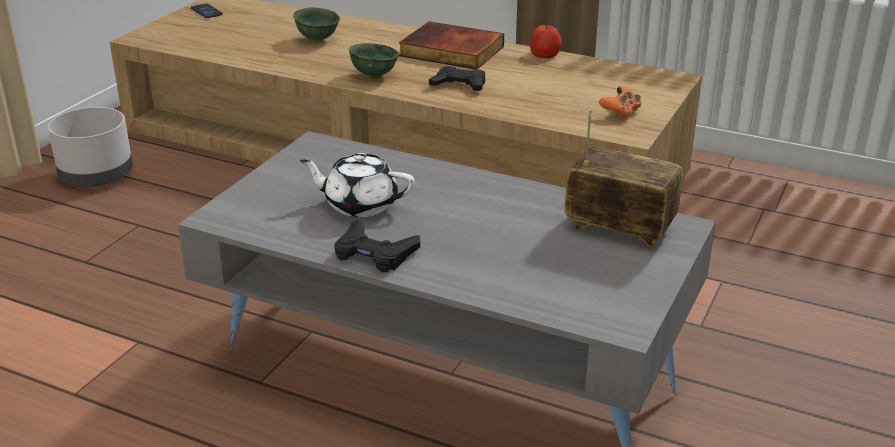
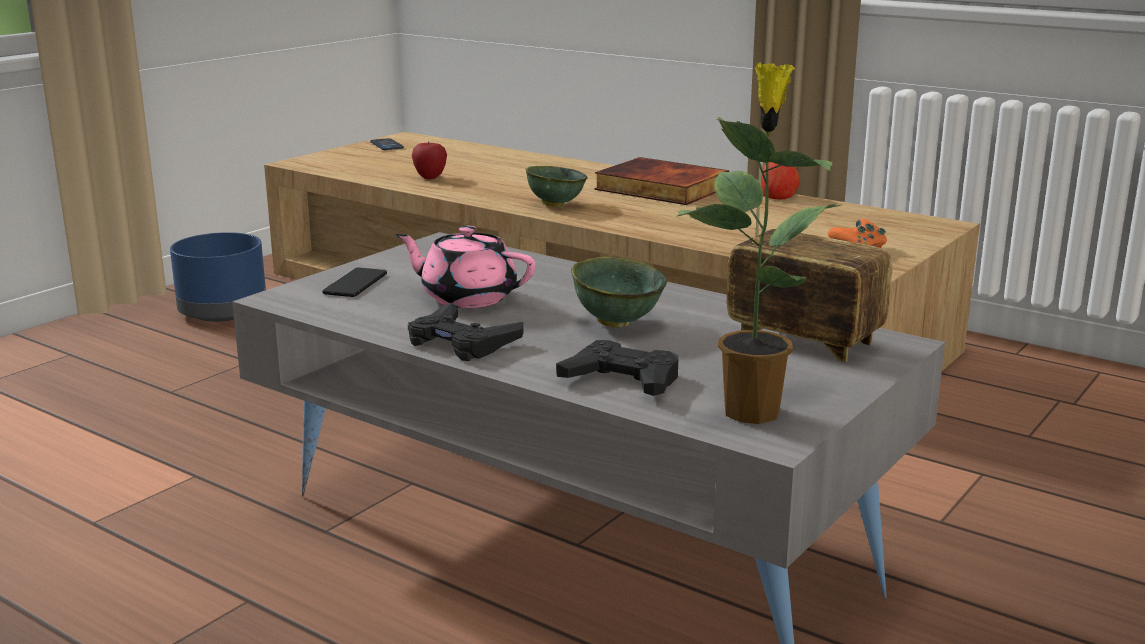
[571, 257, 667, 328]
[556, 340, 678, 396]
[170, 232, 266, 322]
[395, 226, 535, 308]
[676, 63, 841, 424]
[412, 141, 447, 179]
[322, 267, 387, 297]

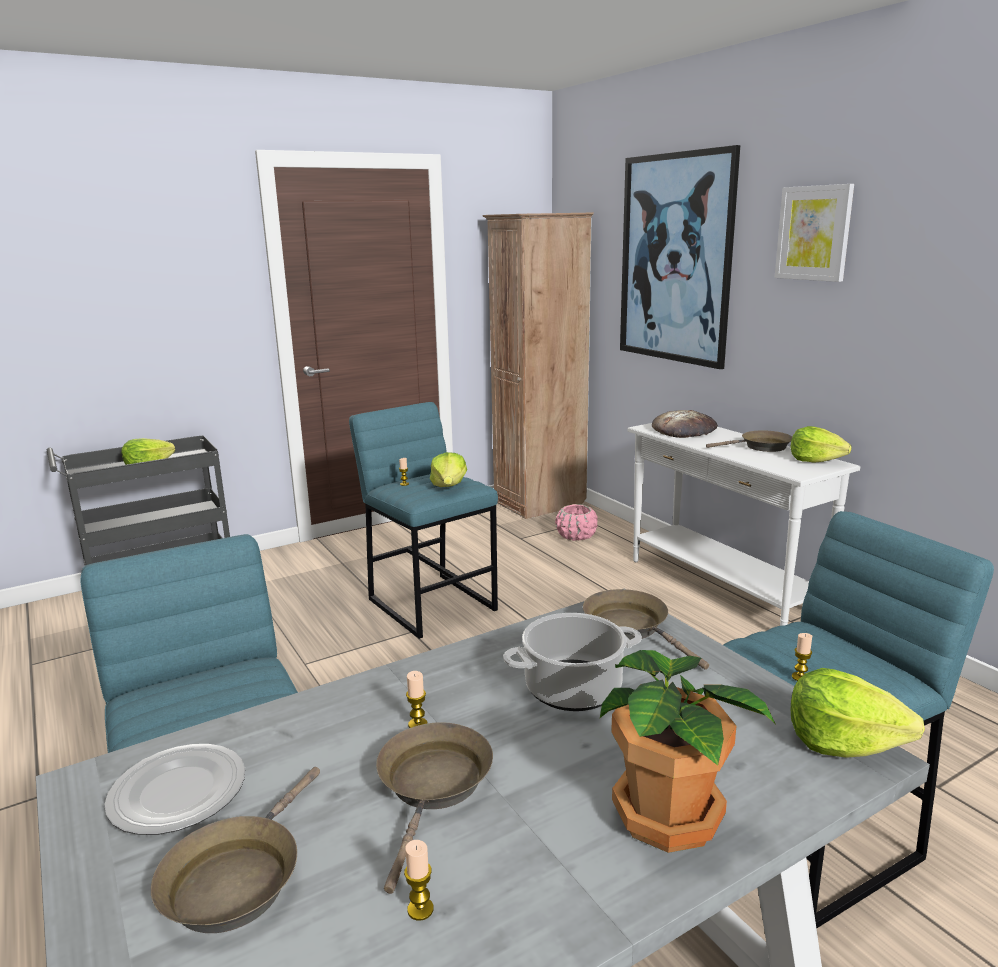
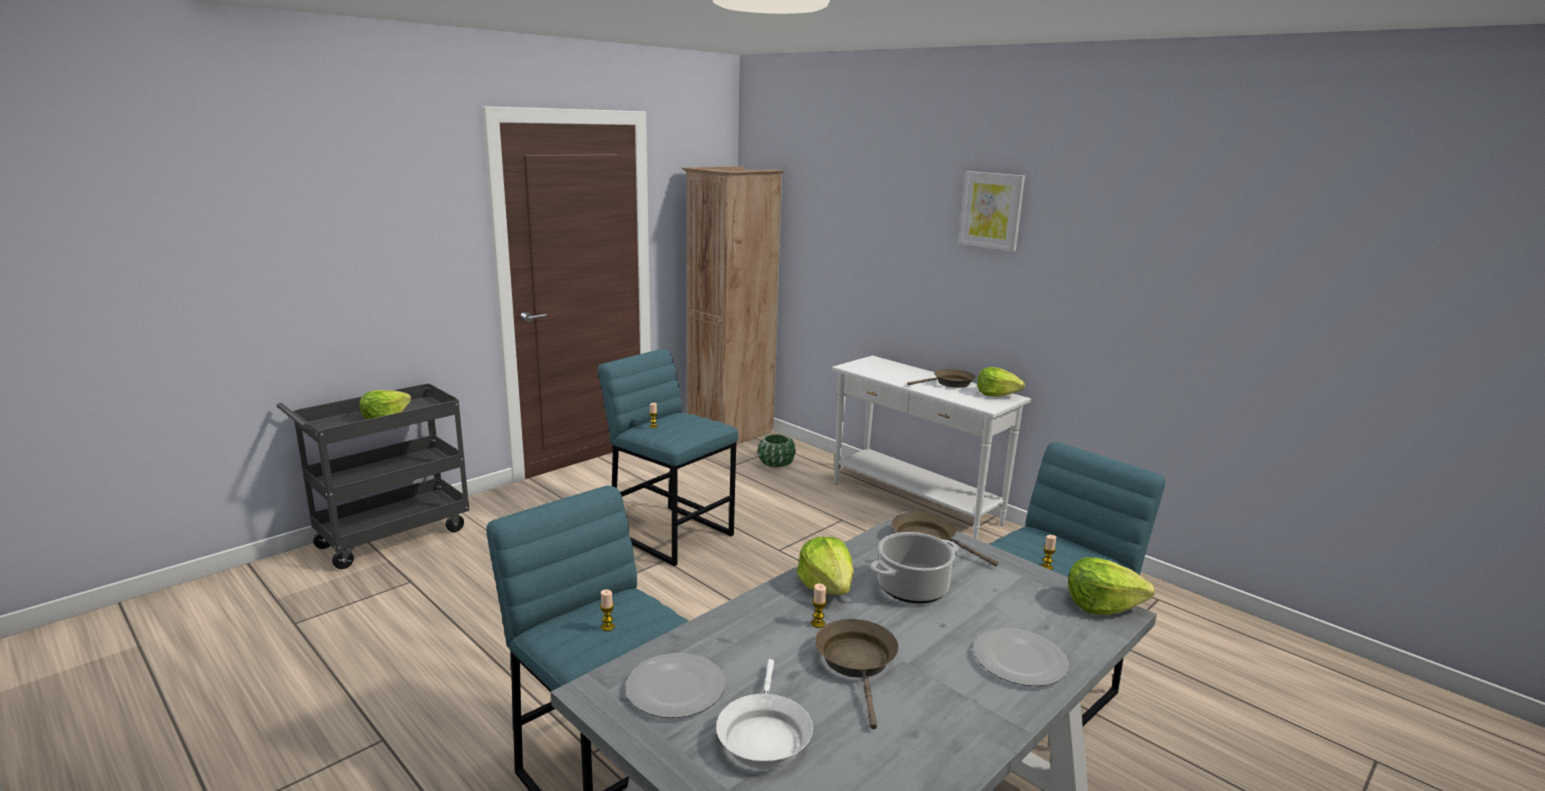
[620, 145, 740, 369] (first image)
[652, 410, 718, 438] (first image)
[797, 537, 854, 595]
[757, 434, 796, 467]
[973, 628, 1069, 686]
[716, 659, 813, 769]
[600, 589, 615, 631]

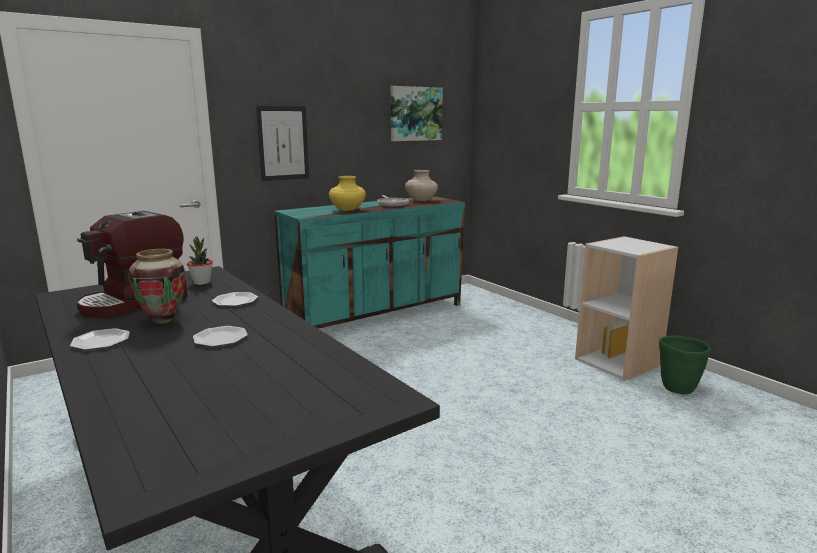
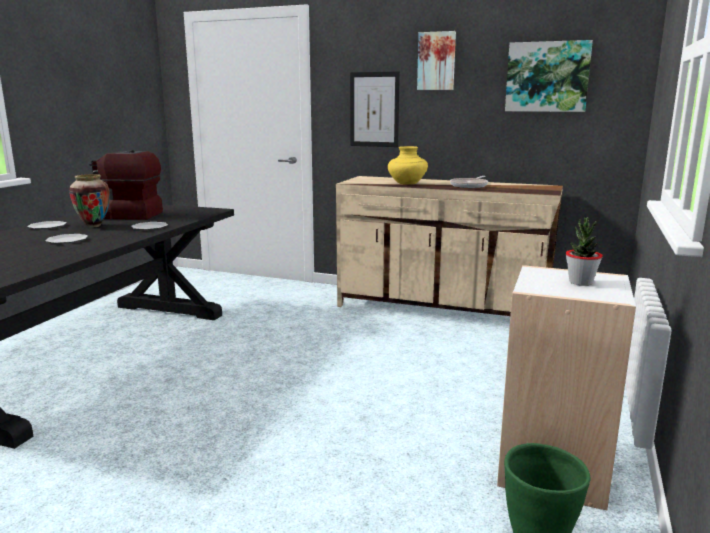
[405, 170, 438, 201] (first image)
[336, 176, 563, 316]
[566, 217, 603, 286]
[417, 31, 456, 90]

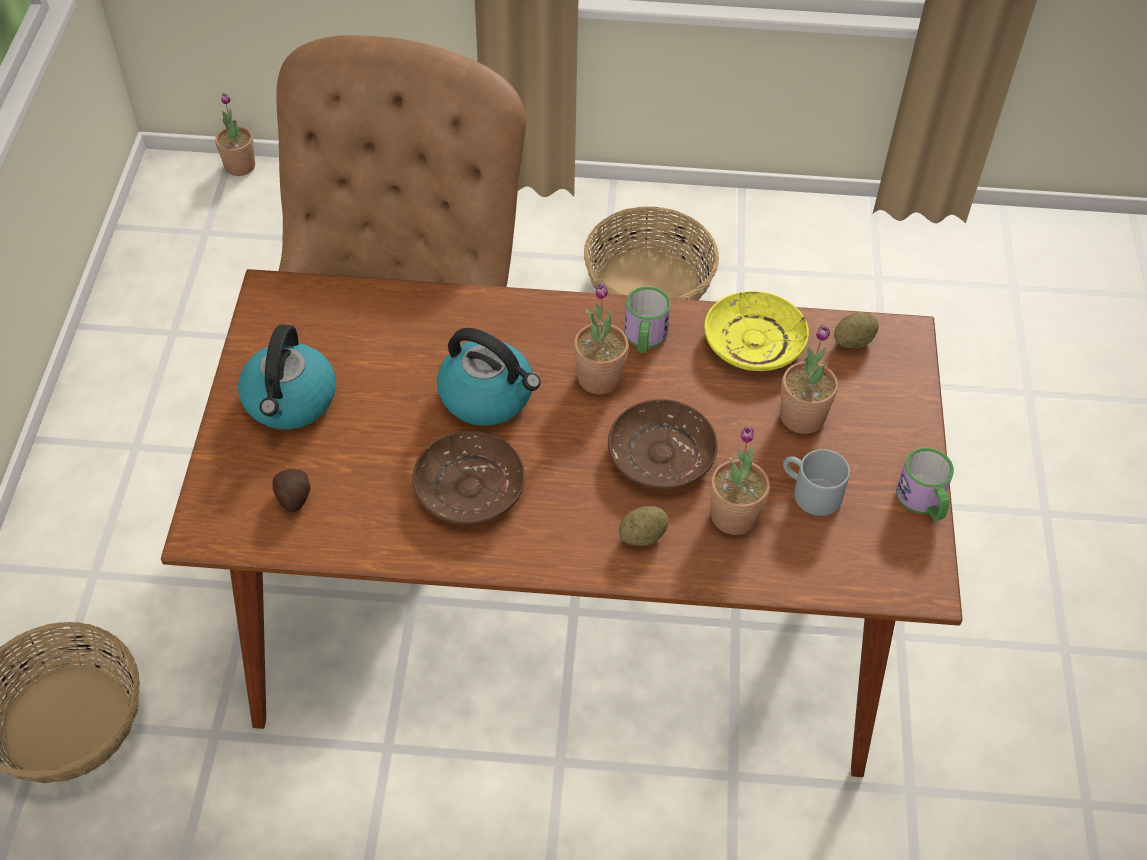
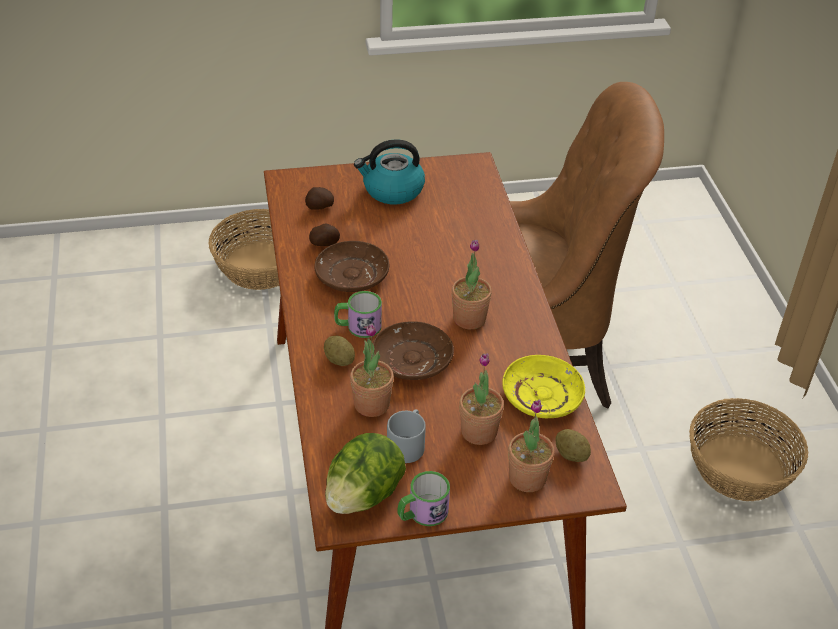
[508, 400, 555, 492]
[334, 291, 382, 338]
[437, 328, 541, 426] (first image)
[309, 223, 340, 246]
[325, 433, 406, 514]

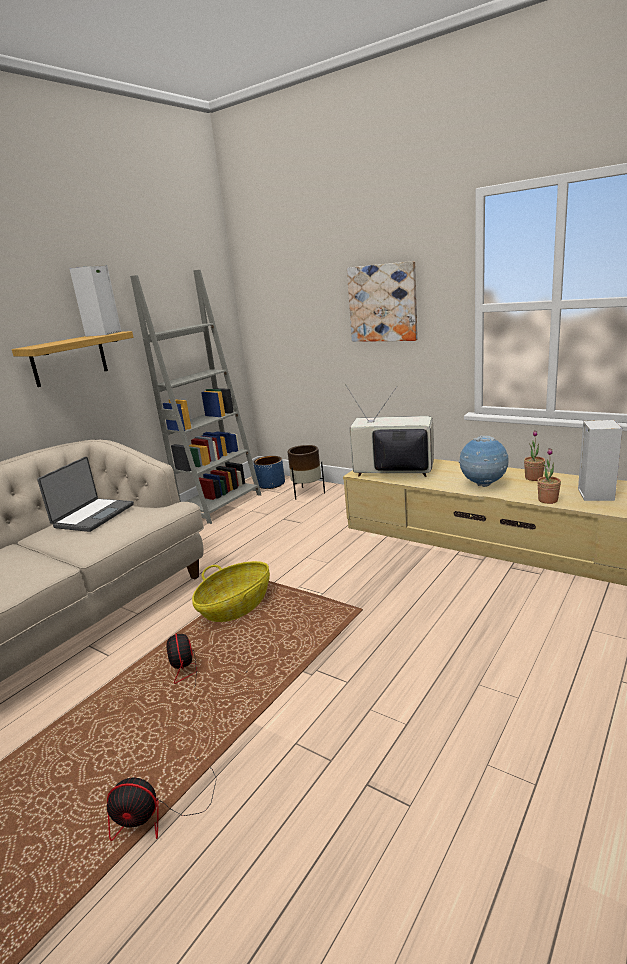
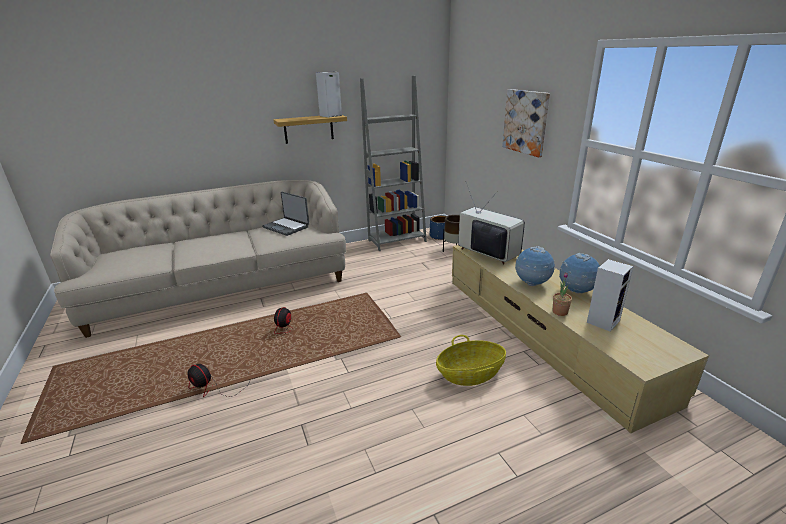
[559, 253, 600, 294]
[262, 192, 309, 236]
[436, 335, 506, 386]

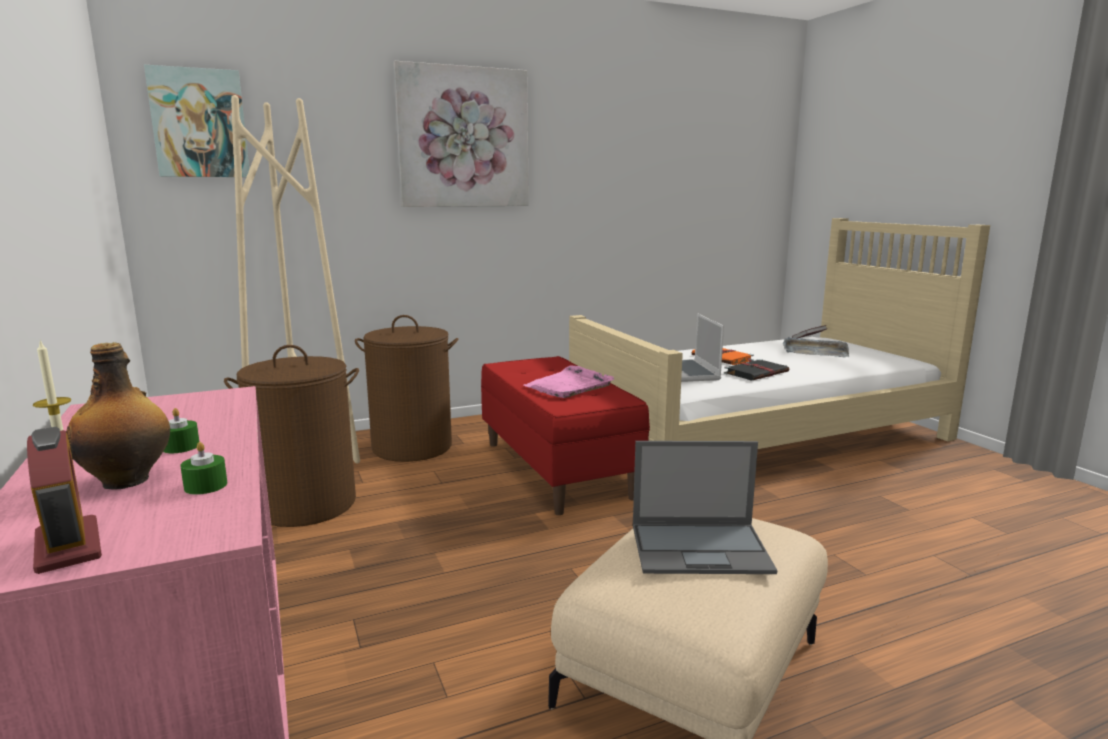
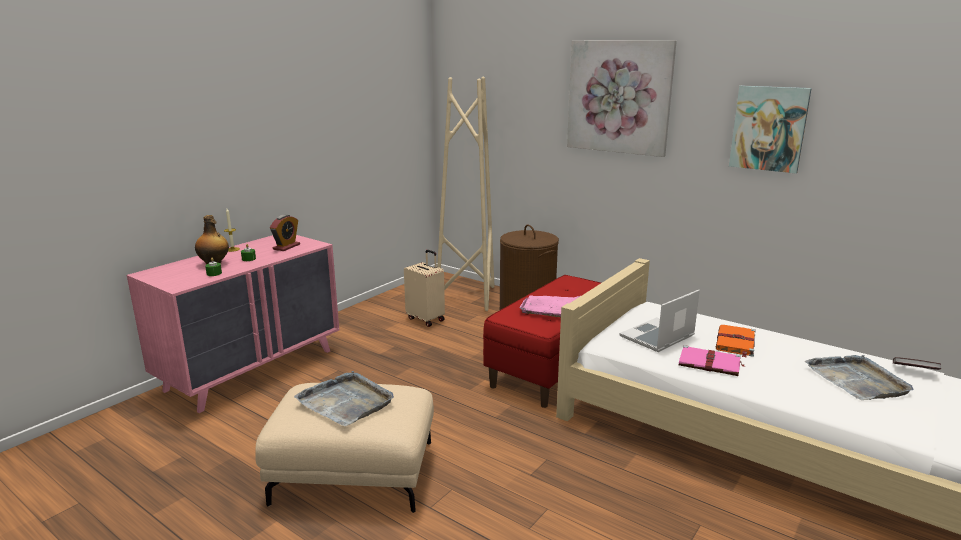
[729, 86, 812, 174]
[404, 250, 445, 327]
[679, 345, 745, 376]
[270, 215, 300, 251]
[294, 371, 394, 426]

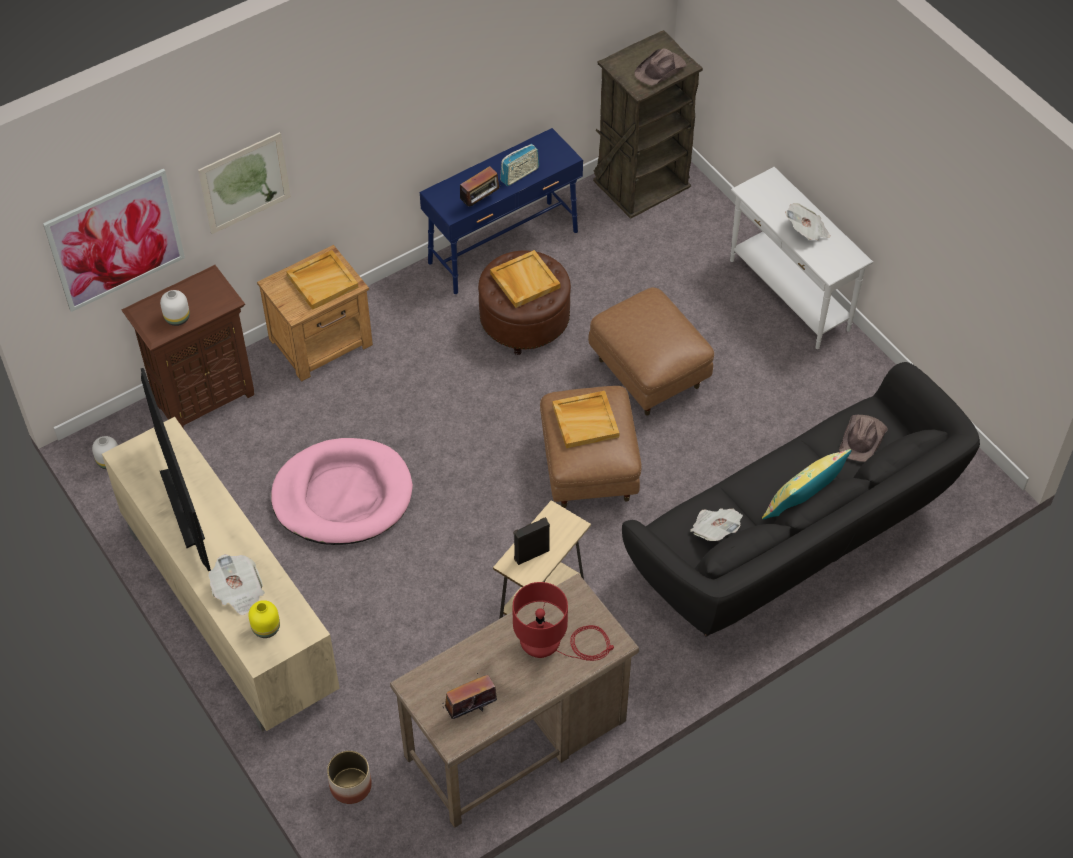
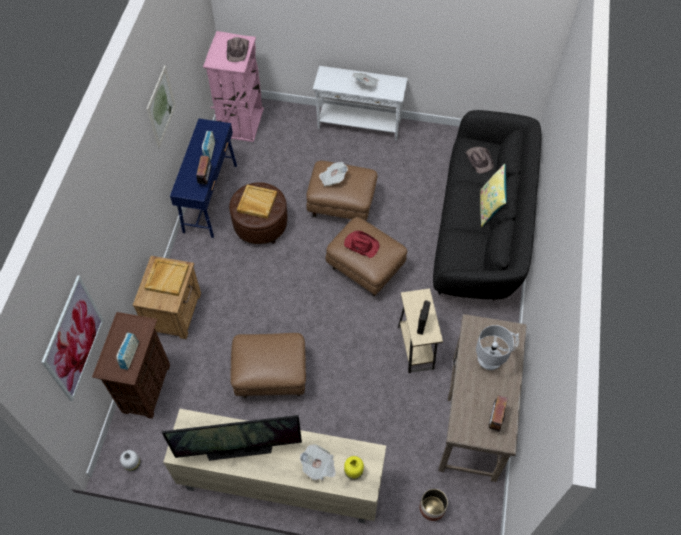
[203, 31, 264, 142]
[147, 65, 176, 148]
[116, 333, 139, 370]
[162, 415, 302, 461]
[344, 231, 380, 258]
[230, 333, 306, 398]
[319, 162, 348, 187]
[476, 325, 519, 370]

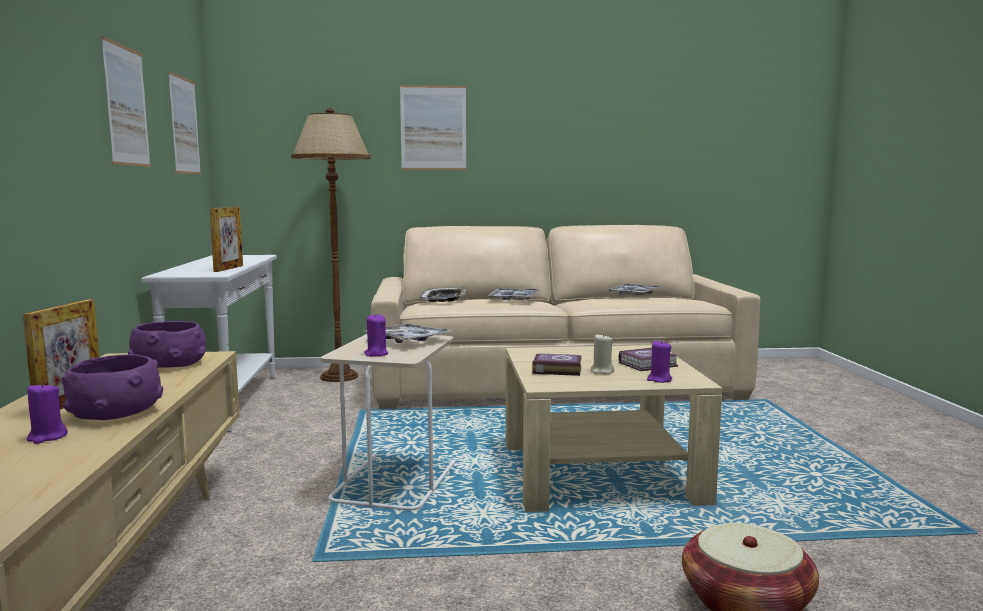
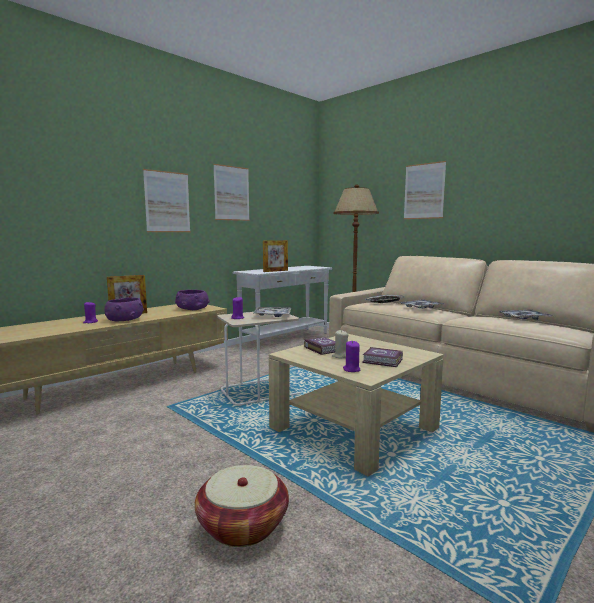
[143, 169, 190, 232]

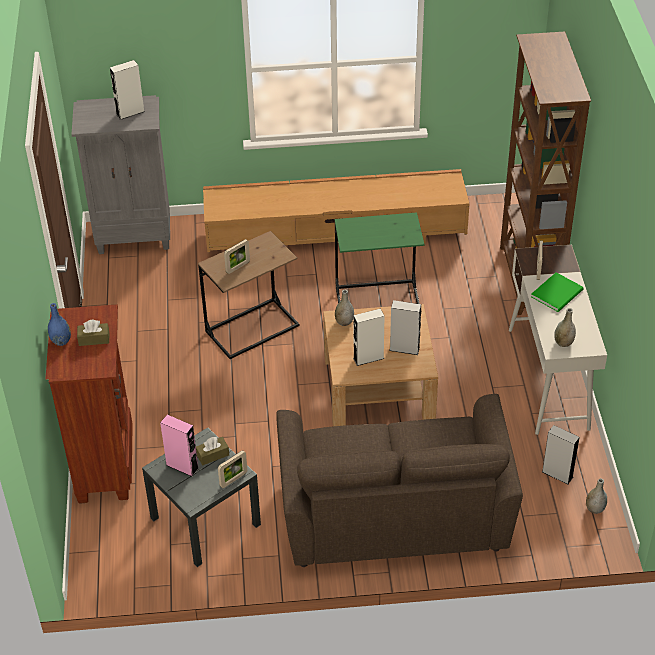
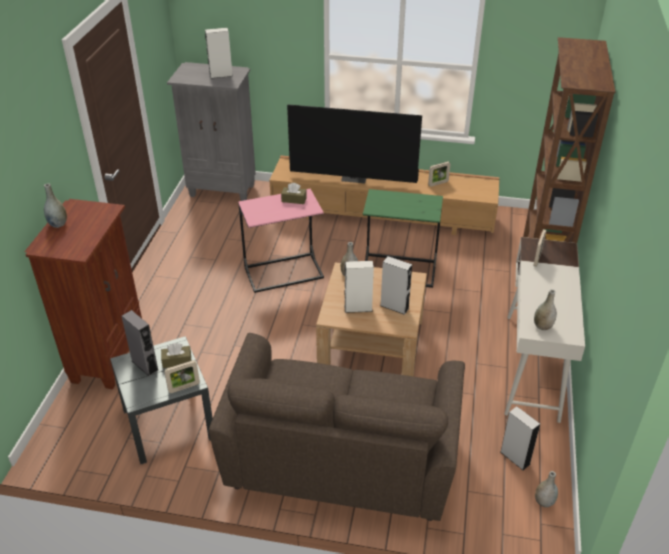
[238, 189, 324, 293]
[428, 161, 451, 187]
[531, 272, 584, 312] (first image)
[44, 183, 67, 228]
[281, 183, 307, 204]
[121, 310, 159, 376]
[287, 104, 422, 183]

